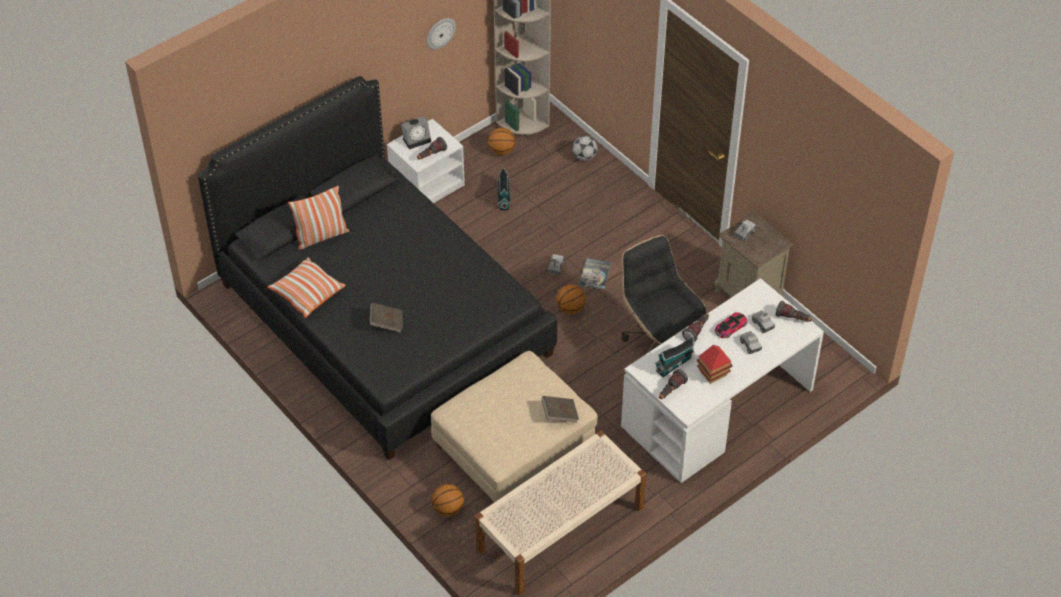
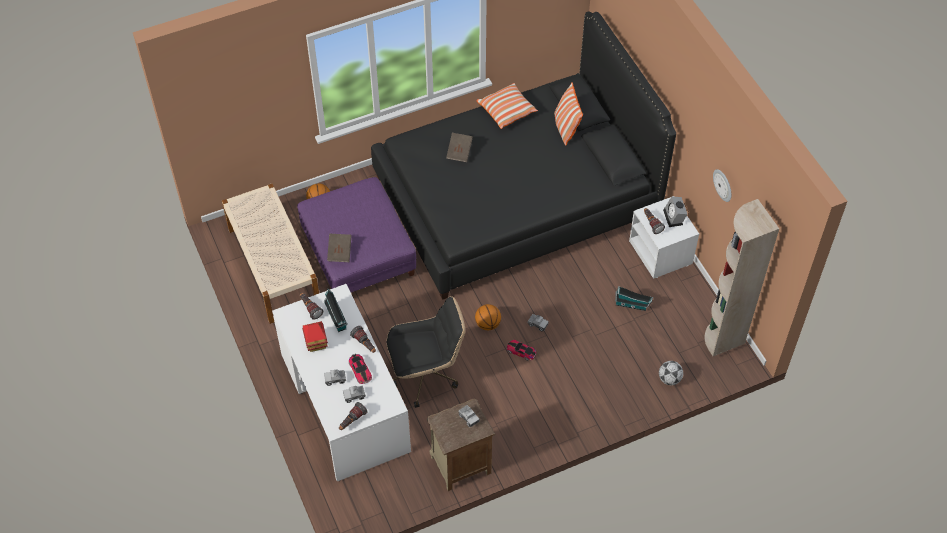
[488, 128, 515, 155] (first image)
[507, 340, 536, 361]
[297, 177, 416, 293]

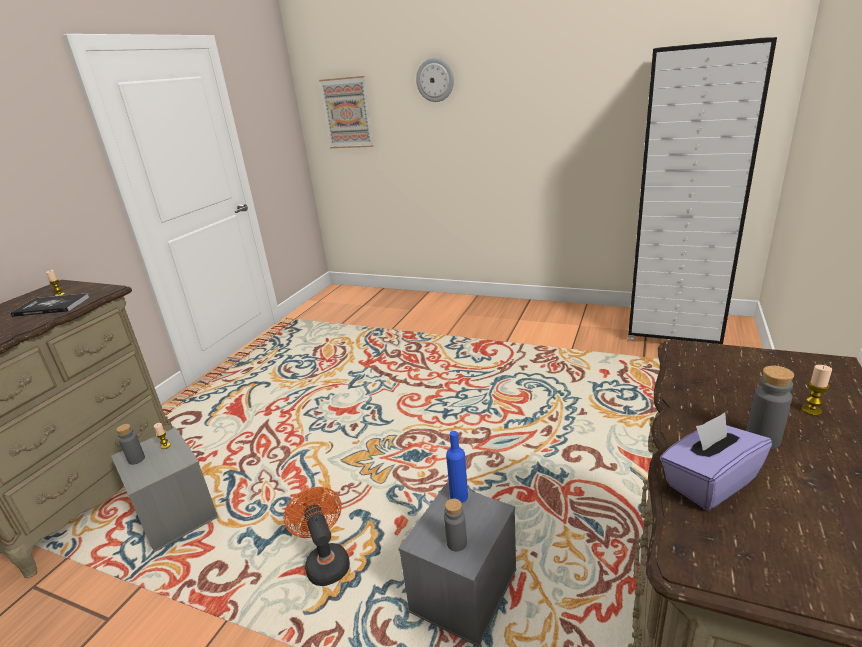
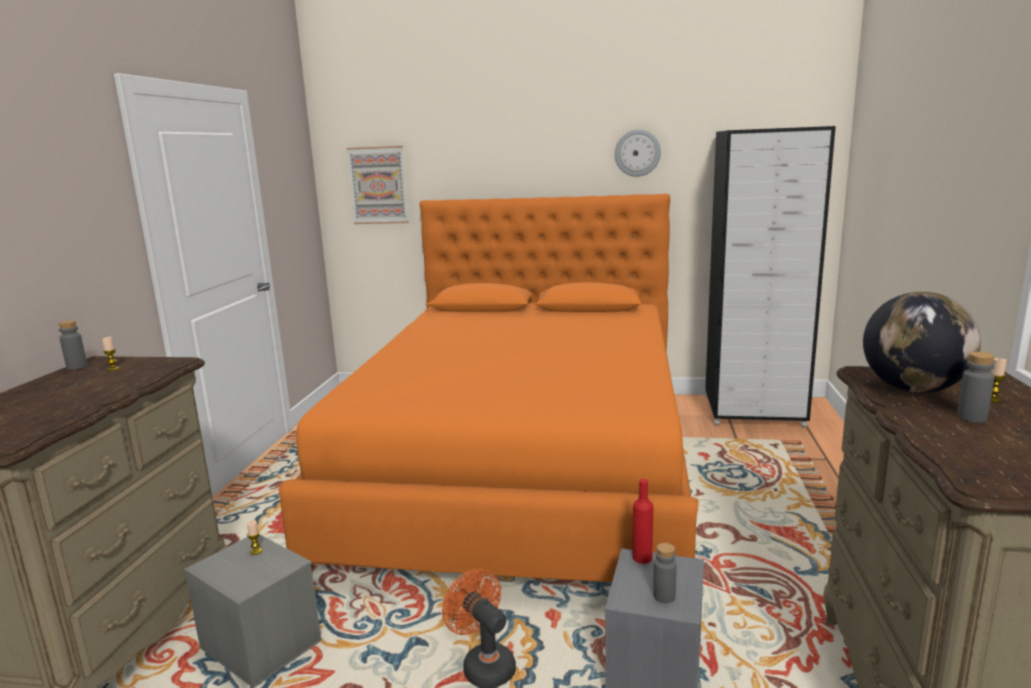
[615, 129, 661, 177]
[10, 293, 89, 317] (first image)
[660, 412, 772, 510] (first image)
[58, 320, 87, 370]
[633, 479, 653, 564]
[279, 194, 699, 582]
[863, 292, 981, 393]

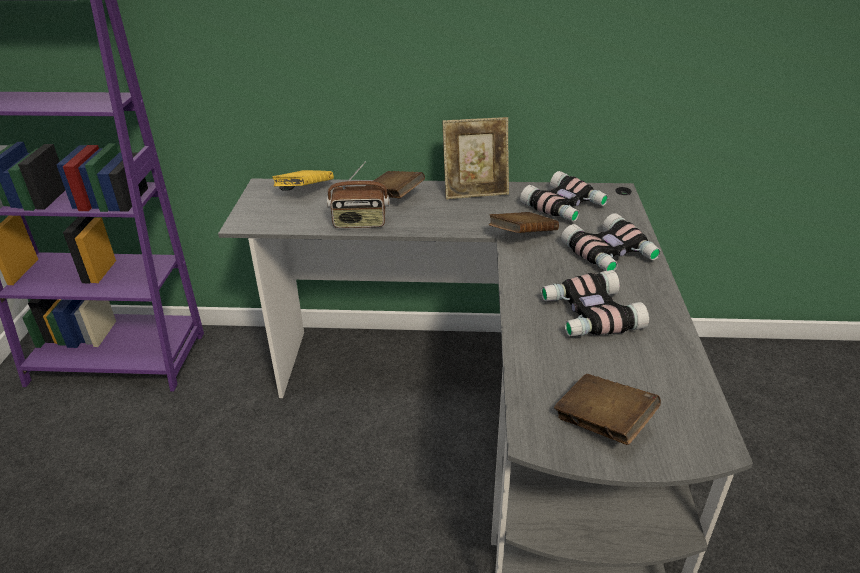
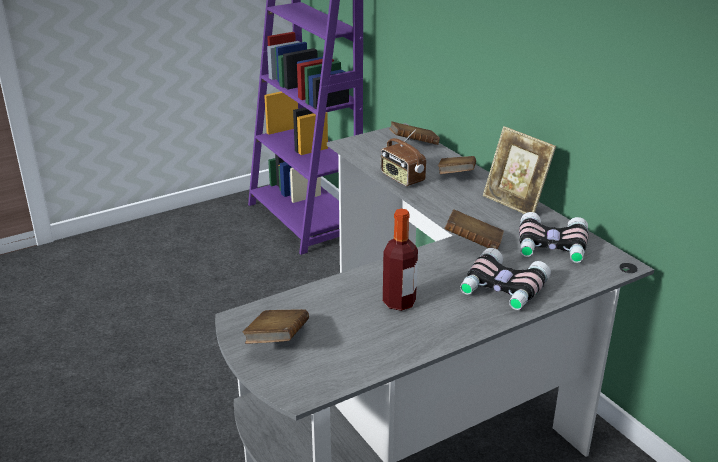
[389, 121, 440, 145]
[383, 209, 418, 311]

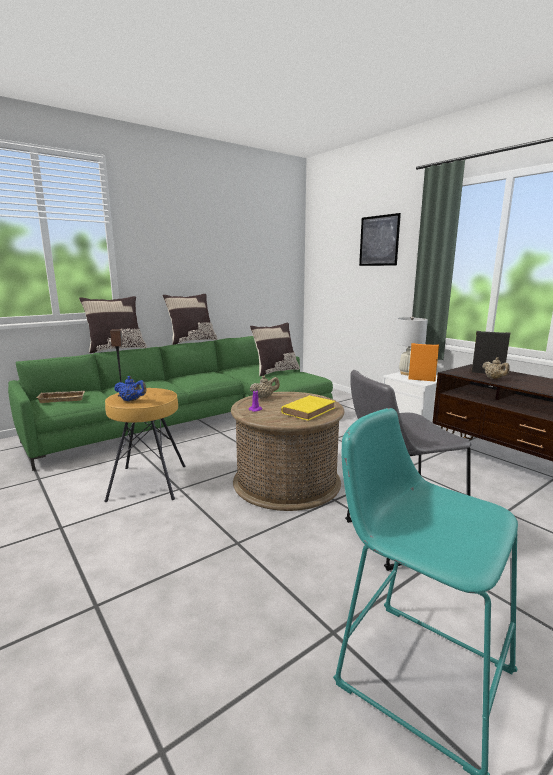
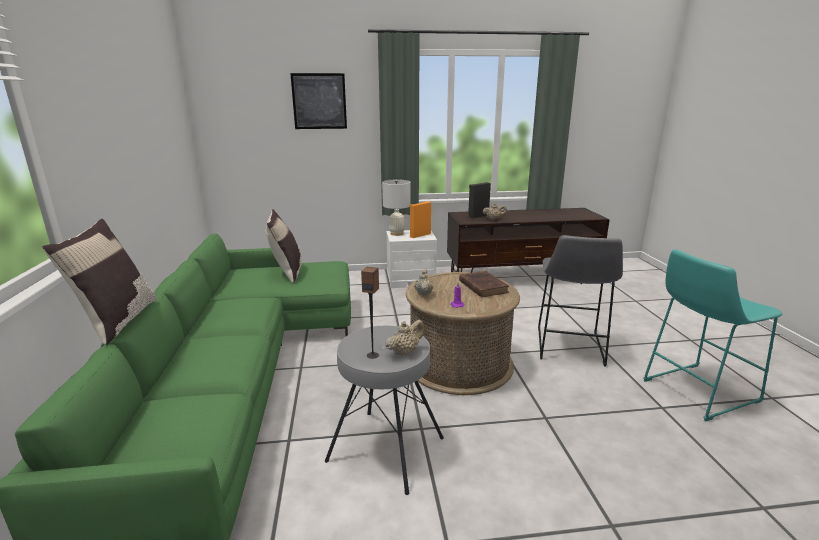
[163, 294, 217, 345] (first image)
[386, 320, 425, 356]
[325, 326, 444, 495]
[36, 391, 85, 403] (first image)
[459, 271, 509, 297]

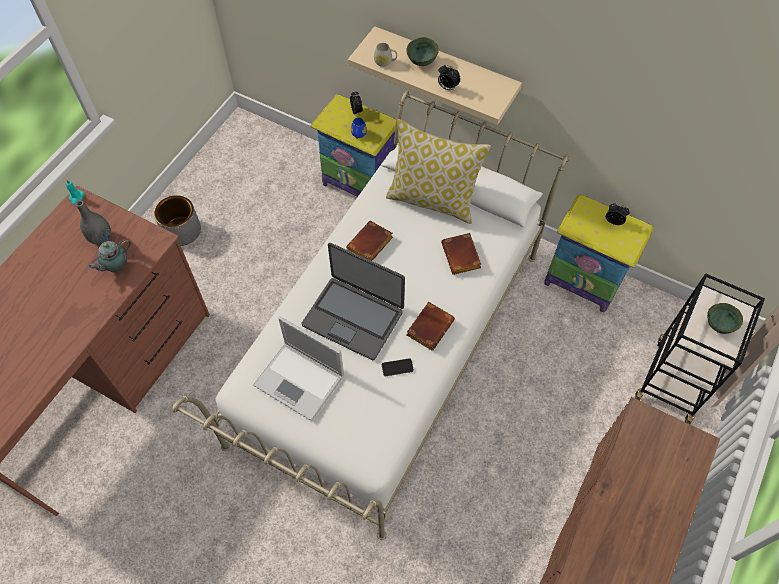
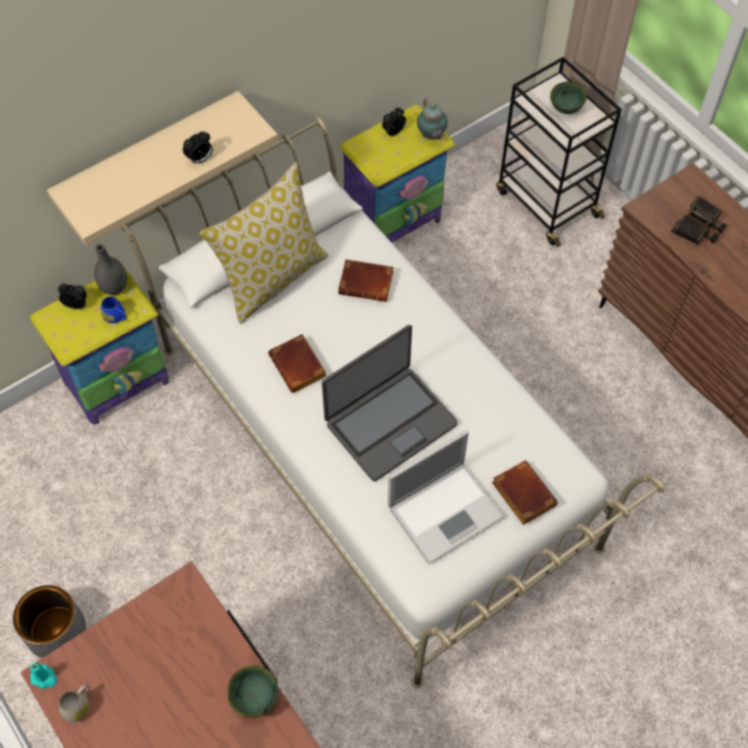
[227, 665, 278, 718]
[58, 684, 90, 722]
[94, 243, 127, 295]
[417, 98, 448, 140]
[492, 461, 558, 525]
[381, 358, 414, 376] (first image)
[671, 195, 727, 245]

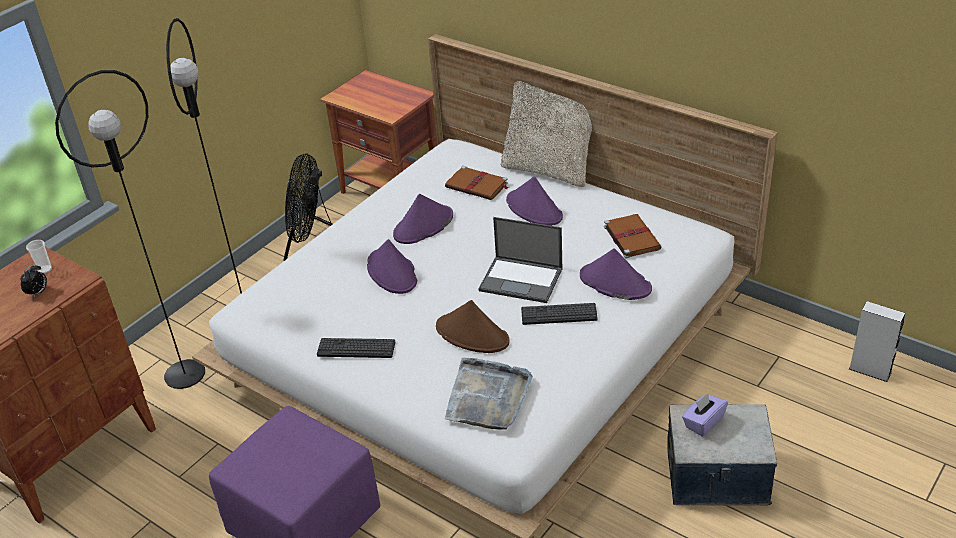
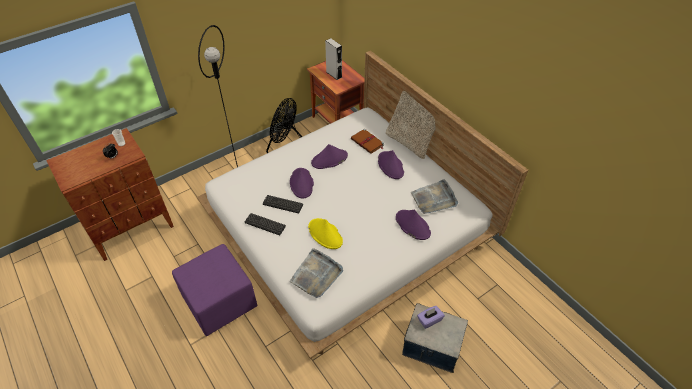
[55, 70, 205, 389] (first image)
[411, 179, 458, 214]
[479, 217, 562, 303] (first image)
[308, 218, 343, 249]
[325, 38, 342, 80]
[263, 195, 303, 213]

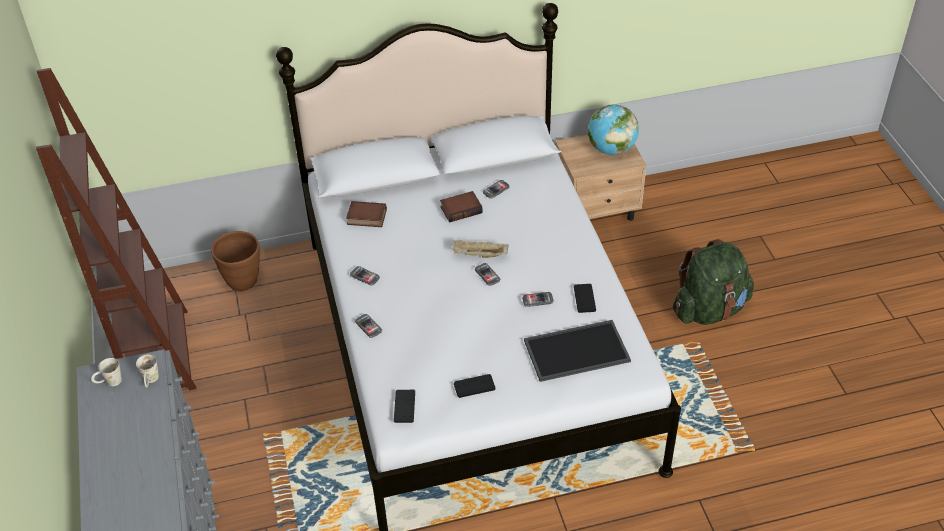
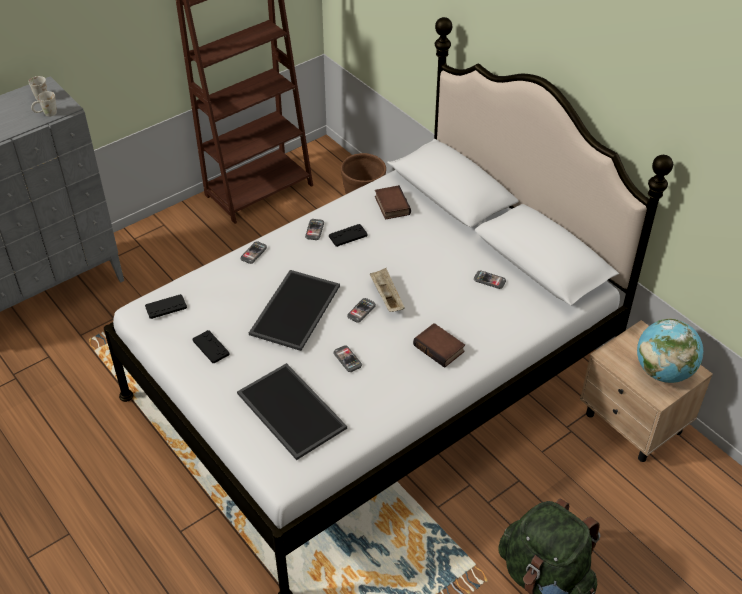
[413, 323, 465, 368]
[329, 224, 368, 247]
[249, 270, 340, 351]

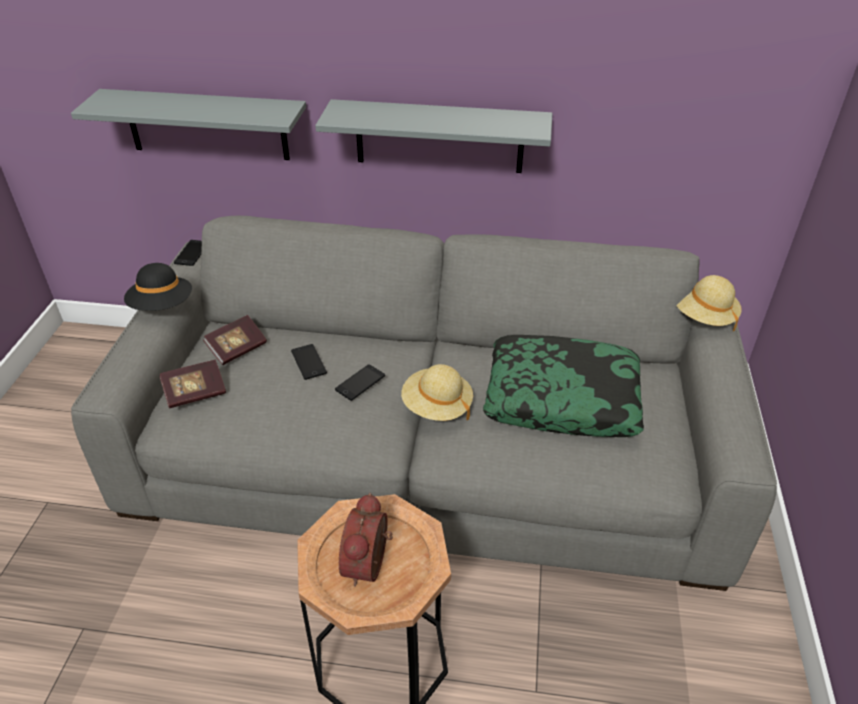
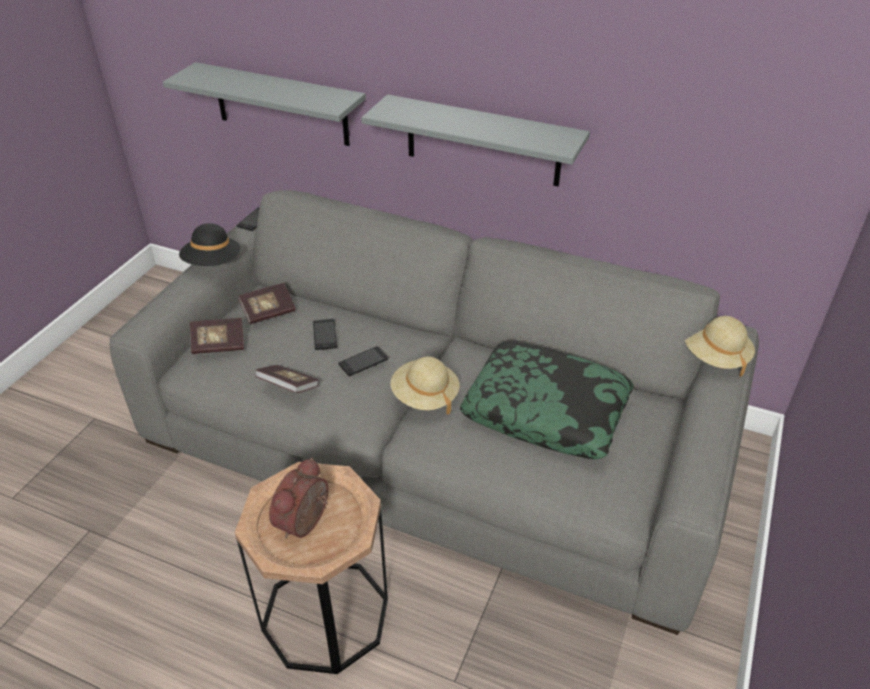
[255, 365, 319, 393]

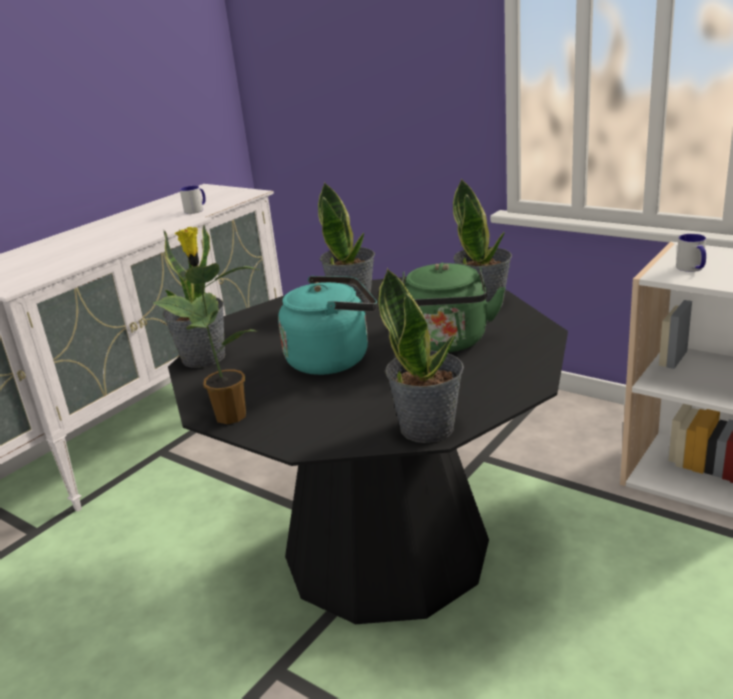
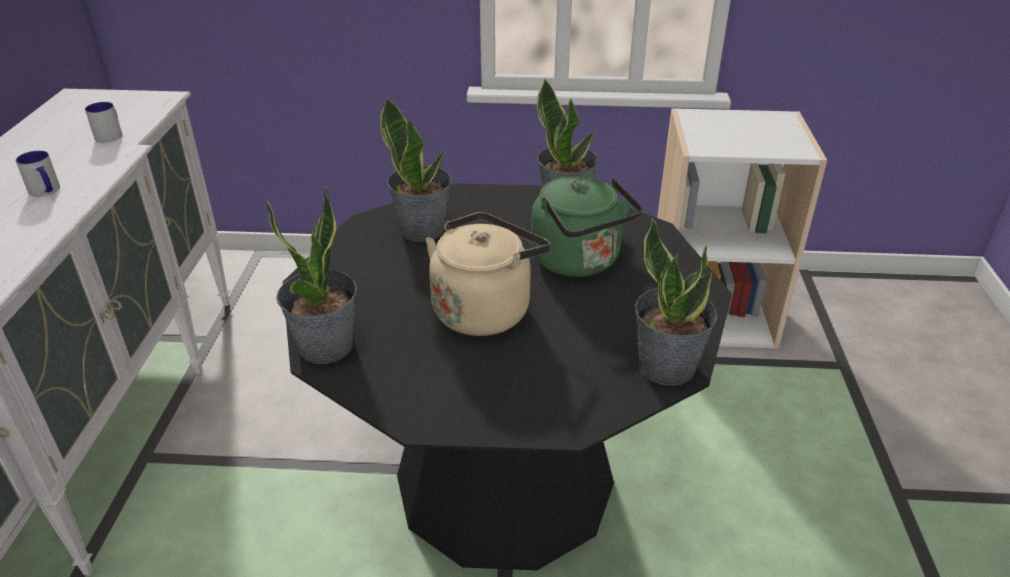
[153, 227, 261, 424] (first image)
[16, 151, 60, 197]
[425, 212, 550, 336]

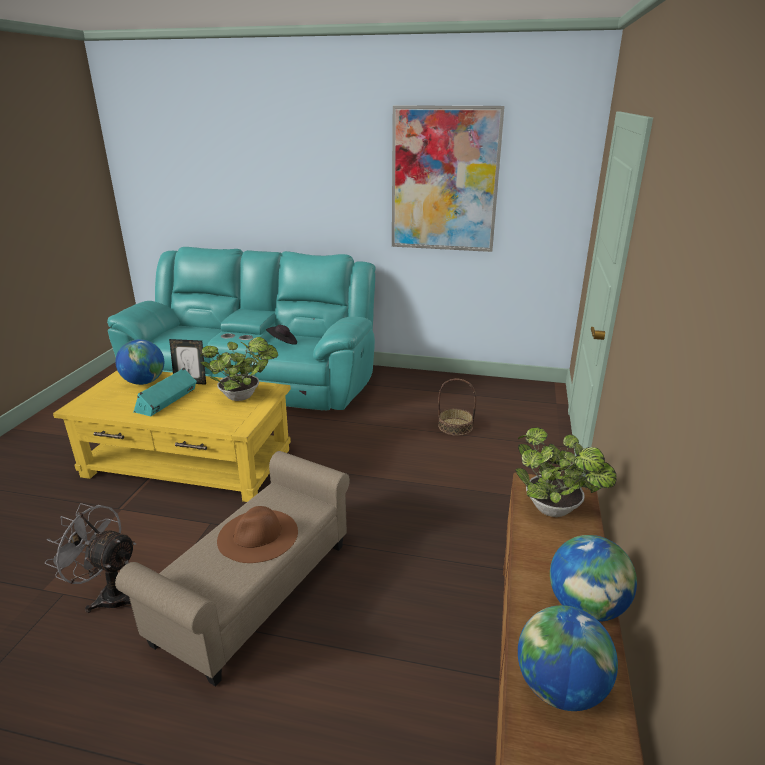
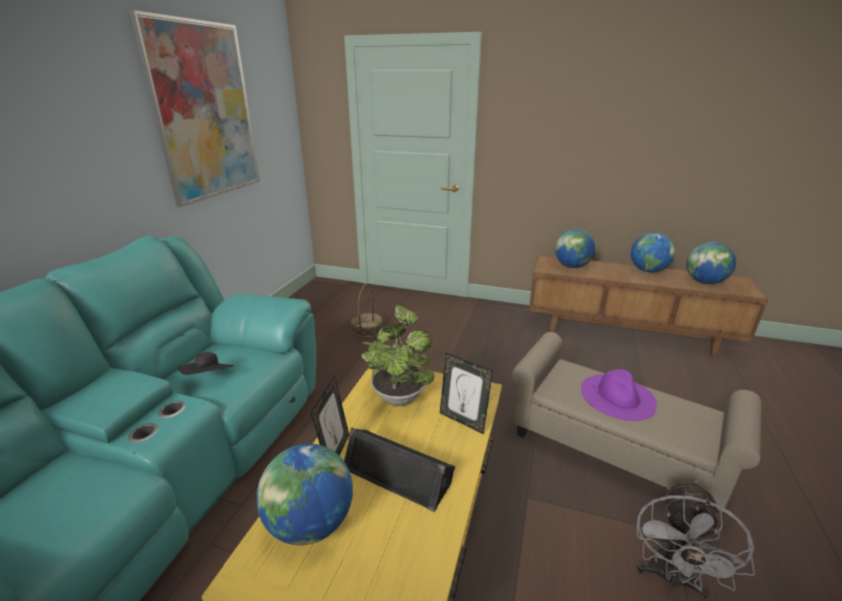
[344, 428, 455, 512]
[555, 229, 596, 268]
[581, 369, 657, 421]
[440, 353, 493, 434]

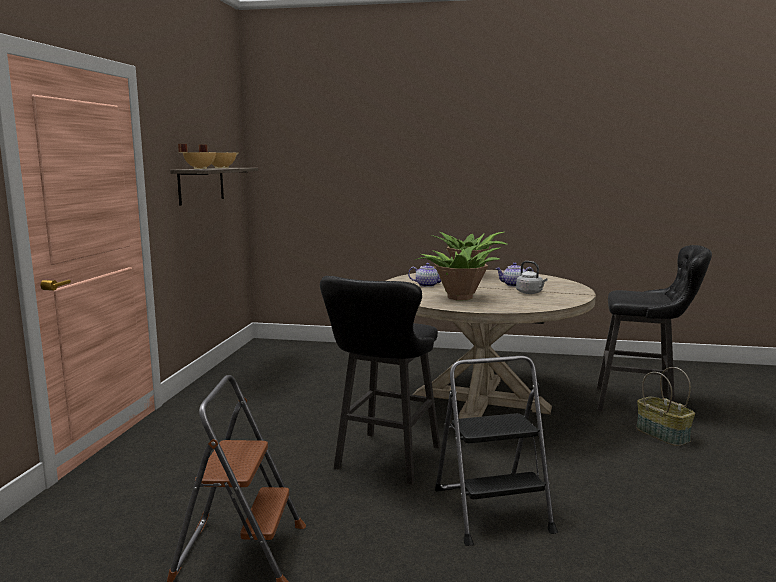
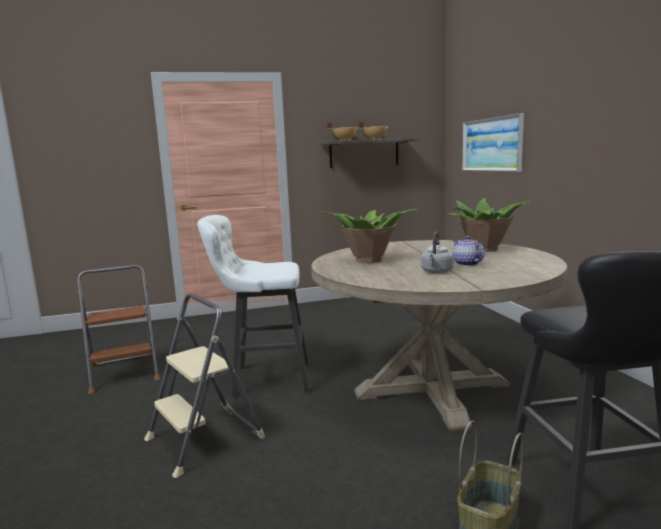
[408, 263, 441, 287] (first image)
[197, 215, 310, 398]
[144, 294, 265, 478]
[462, 113, 524, 172]

